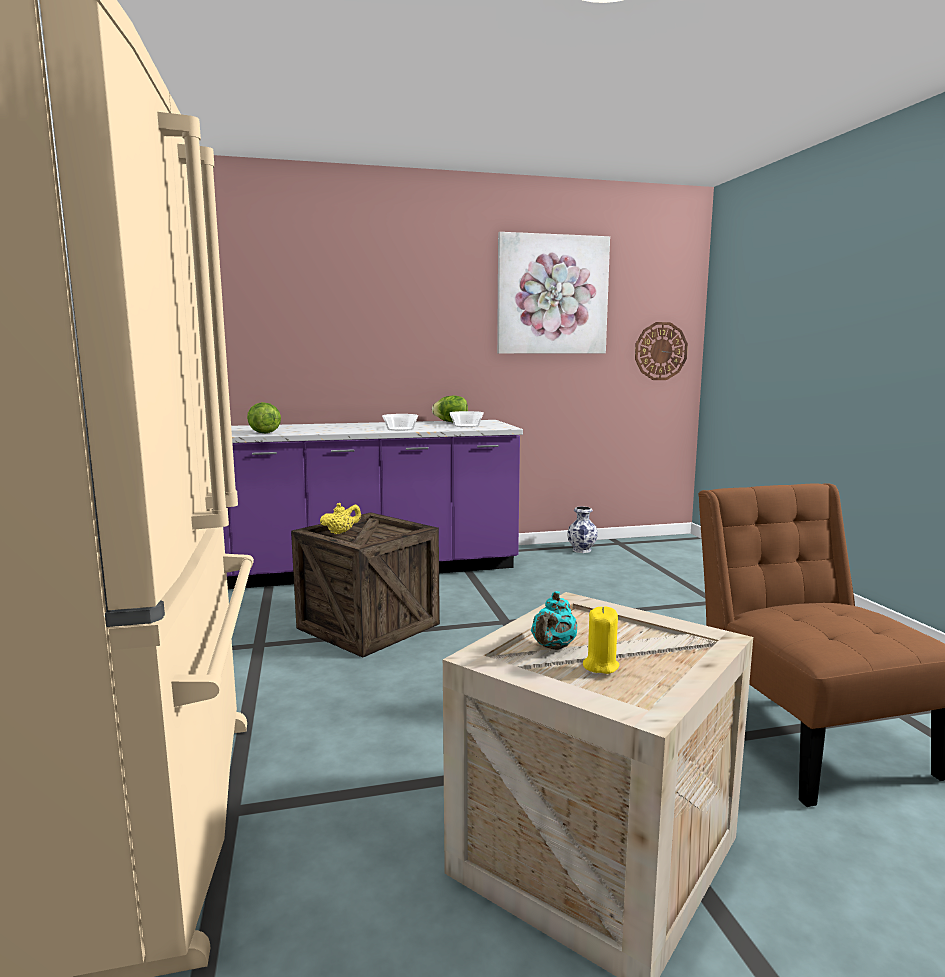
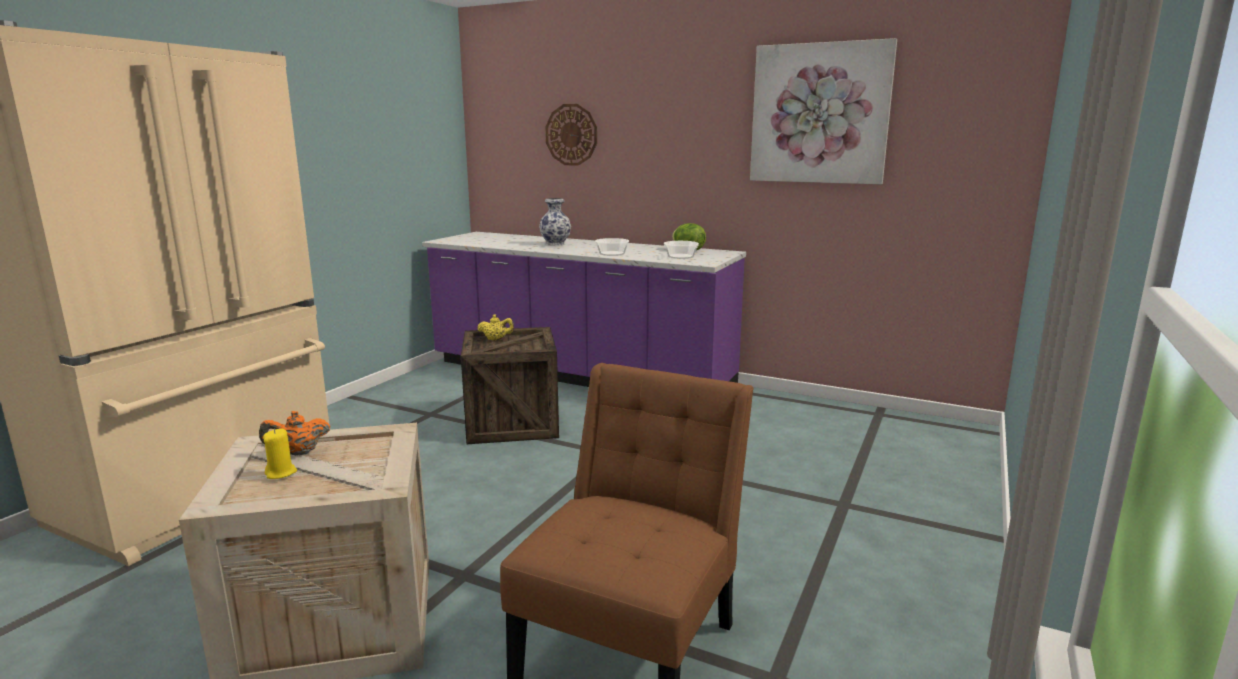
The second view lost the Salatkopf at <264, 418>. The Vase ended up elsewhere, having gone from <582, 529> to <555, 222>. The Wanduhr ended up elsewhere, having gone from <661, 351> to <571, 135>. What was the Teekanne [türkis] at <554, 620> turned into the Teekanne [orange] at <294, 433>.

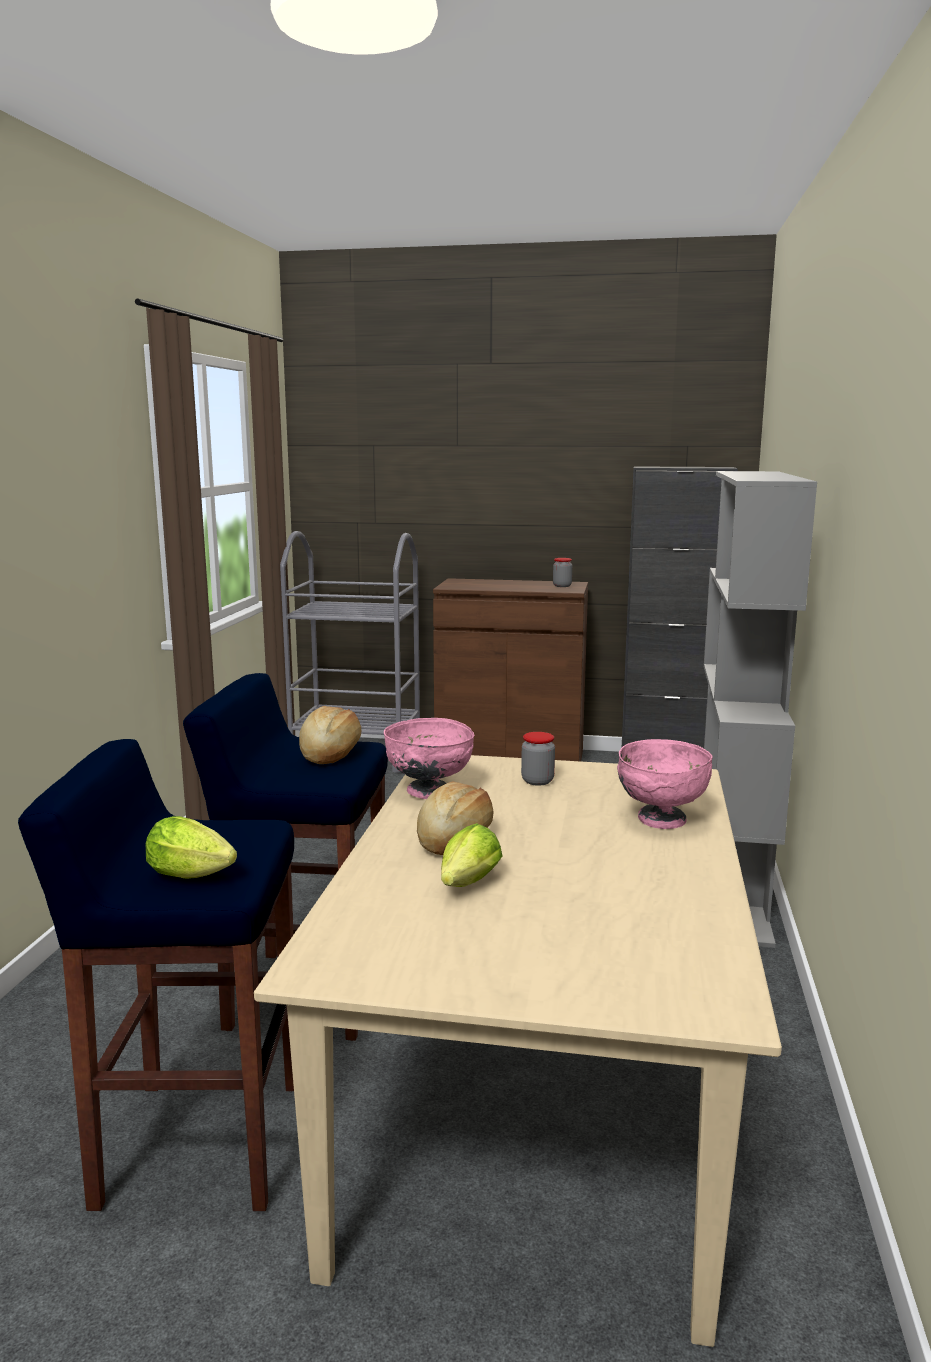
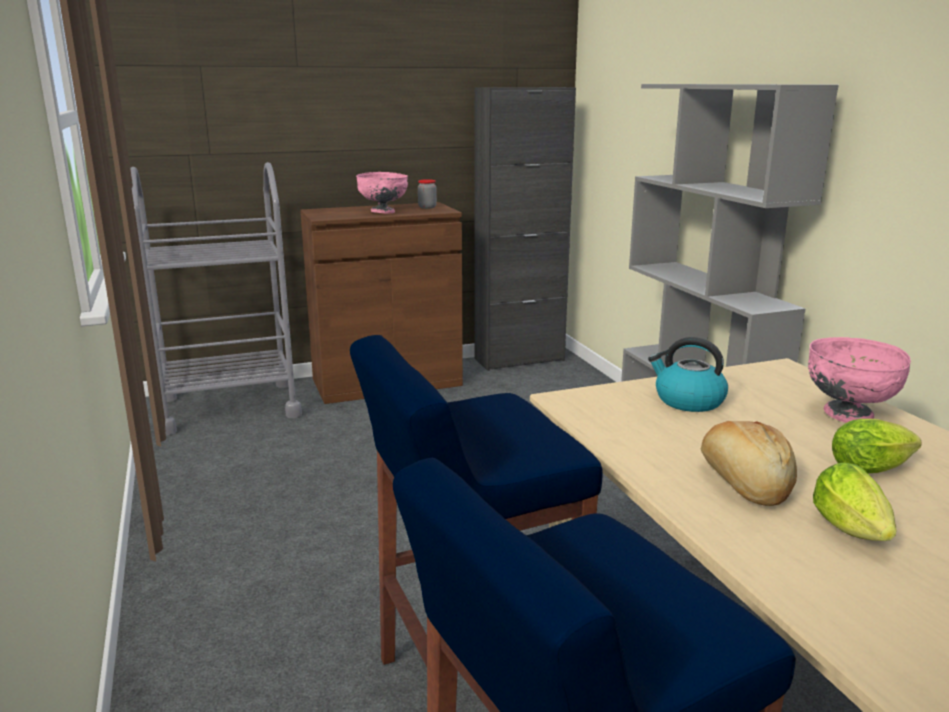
The second view lost the Brot at <330, 735>. The Salatkopf ended up elsewhere, having gone from <191, 847> to <877, 446>. The Schüssel [rosa] ended up elsewhere, having gone from <429, 758> to <382, 193>. Where the Vorratsglas stood at <538, 759>, the Wasserkessel came to stand at <688, 374>.

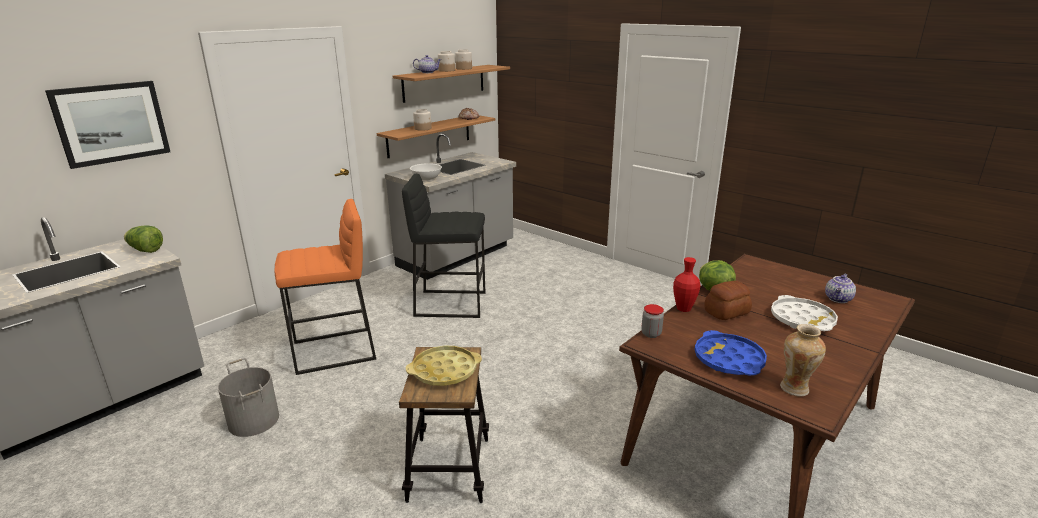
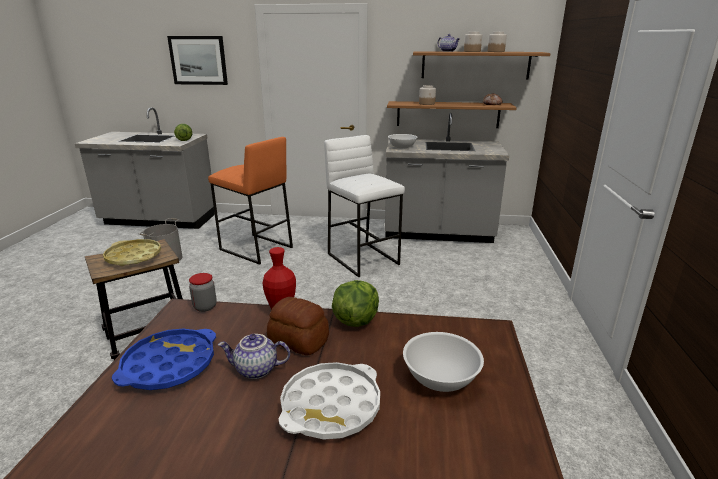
The second view lost the Vase at <803, 360>. The second view gained the Schüssel [weiß] at <443, 362>. The Teekanne ended up elsewhere, having gone from <840, 288> to <254, 356>. What was the Hocker [schwarz] at <443, 246> turned into the Hocker [weiß] at <364, 206>.

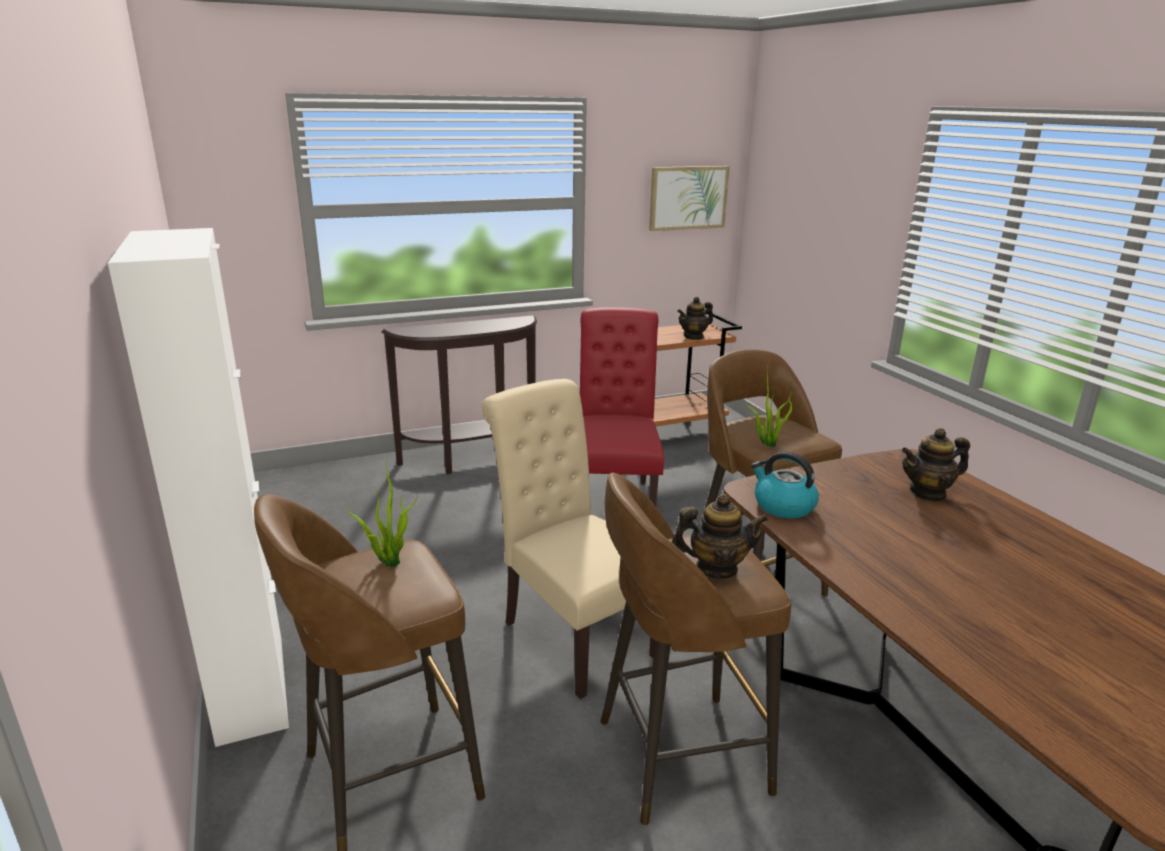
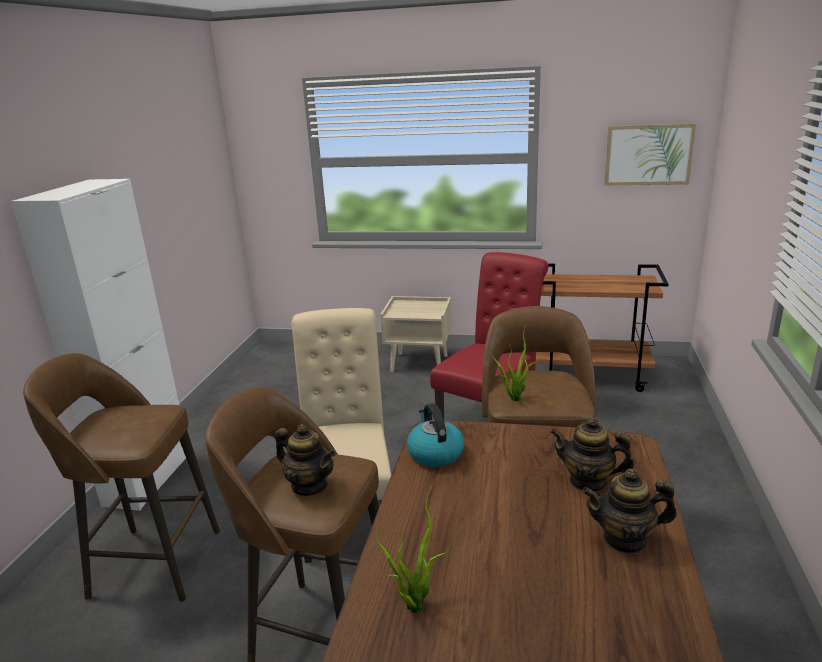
The Topfpflanze ended up elsewhere, having gone from <382, 511> to <413, 549>. The Teekanne ended up elsewhere, having gone from <695, 318> to <629, 511>. Where the Konsolentisch [braun] stood at <459, 394>, the Nachttisch [beige] came to stand at <416, 334>.

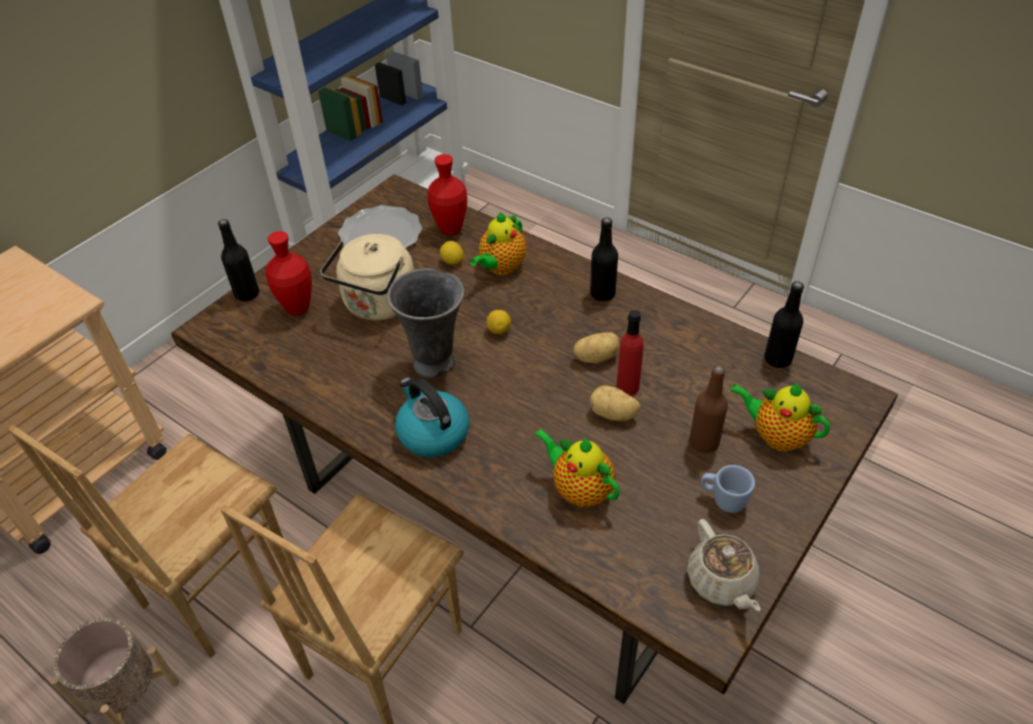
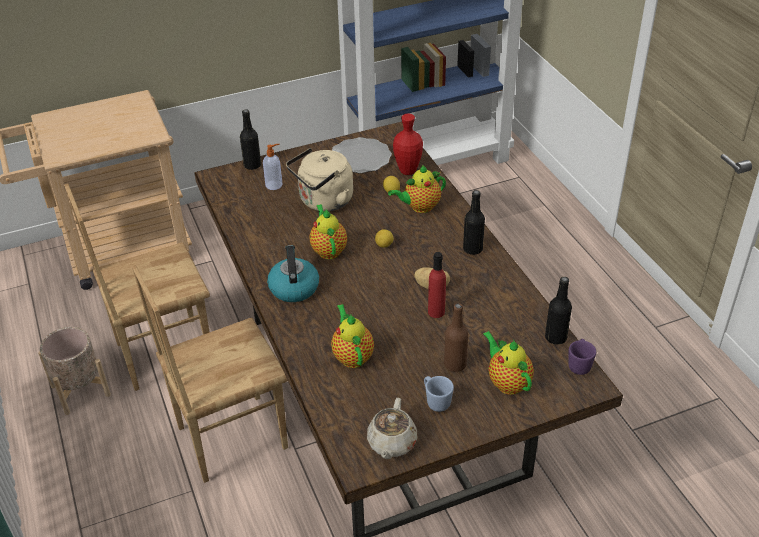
The second view lost the Kartoffel at <614, 403>. The second view gained the Henkelbecher [lila] at <582, 357>. Where the Vase [rot] stood at <288, 273>, the Seifenspender came to stand at <273, 167>. Where the Vase [grau] stood at <426, 323>, the Teekanne came to stand at <328, 231>.

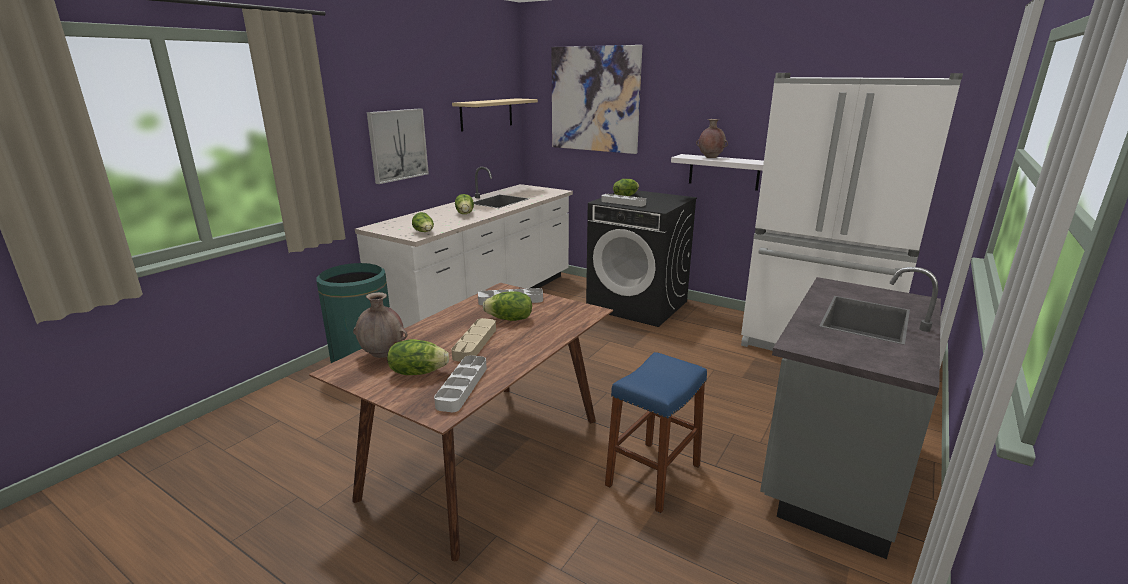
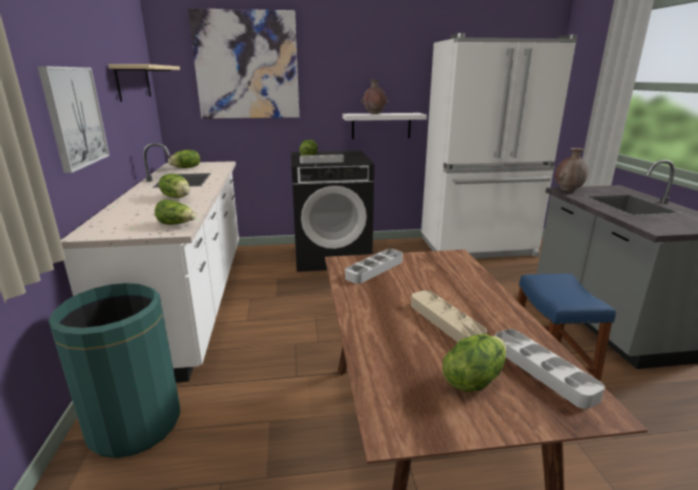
The Vase [braun] ended up elsewhere, having gone from <380, 325> to <572, 169>. The Salatkopf ended up elsewhere, having gone from <507, 306> to <184, 159>.

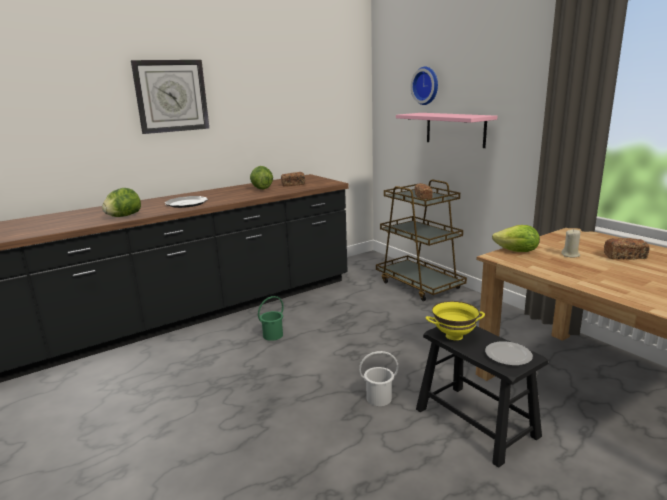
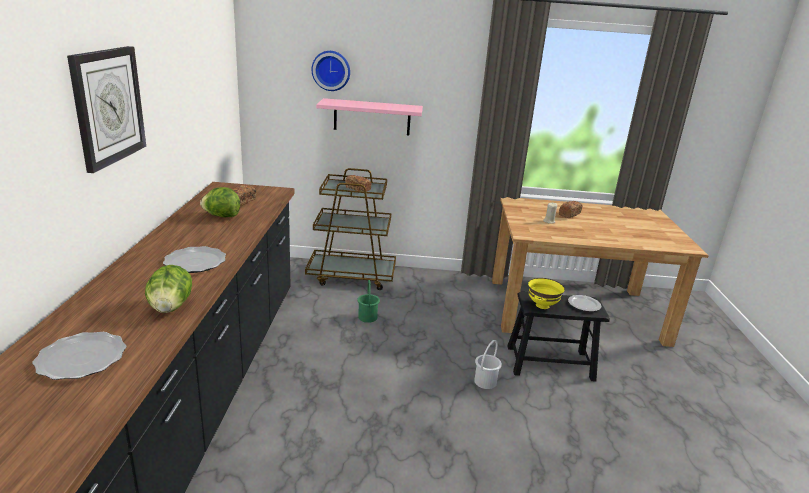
The second view lost the Salatkopf at <516, 238>. The second view gained the Teller at <79, 356>. The Eimer [grün] ended up elsewhere, having gone from <271, 318> to <368, 301>.

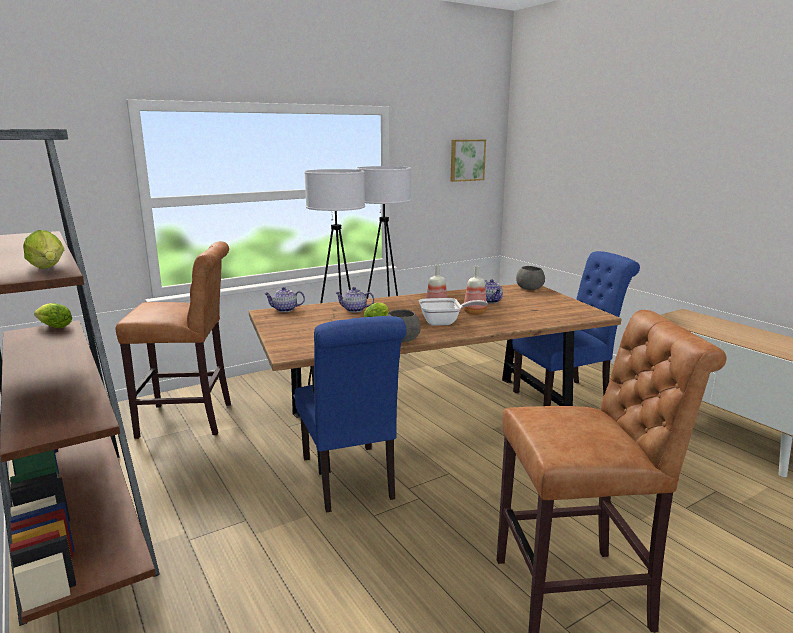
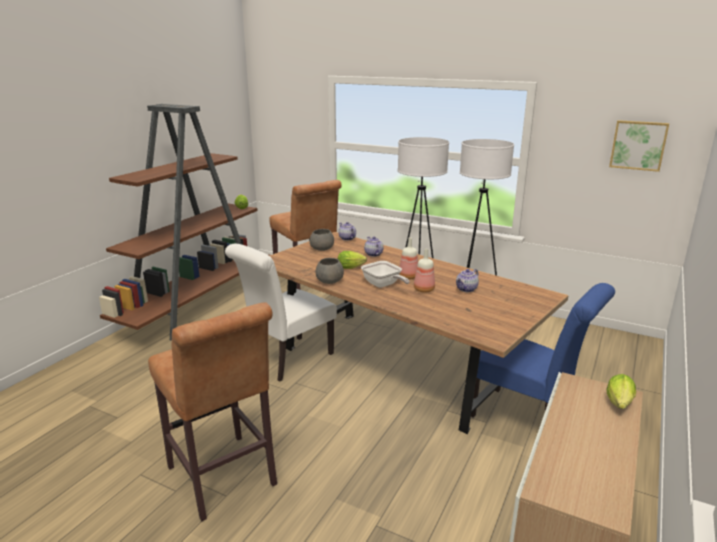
The Salatkopf ended up elsewhere, having gone from <43, 249> to <621, 391>. The Schüssel [grau] ended up elsewhere, having gone from <530, 278> to <322, 240>. What was the Stuhl [blau] at <350, 414> turned into the Stuhl [weiß] at <281, 313>.

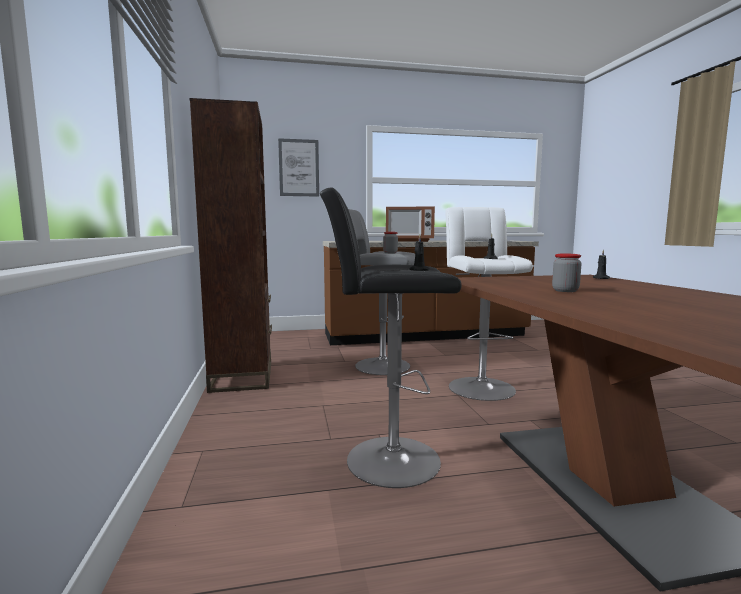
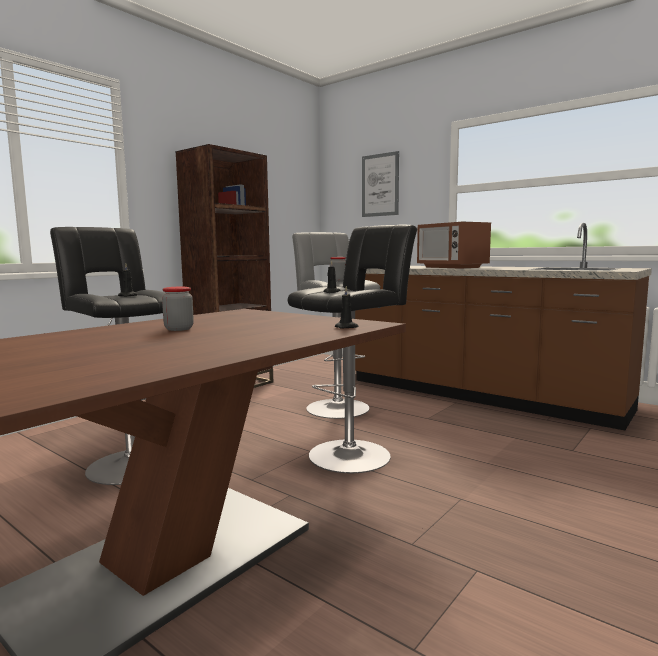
What was the Hocker [weiß] at <489, 304> turned into the Hocker [schwarz] at <352, 349>.

